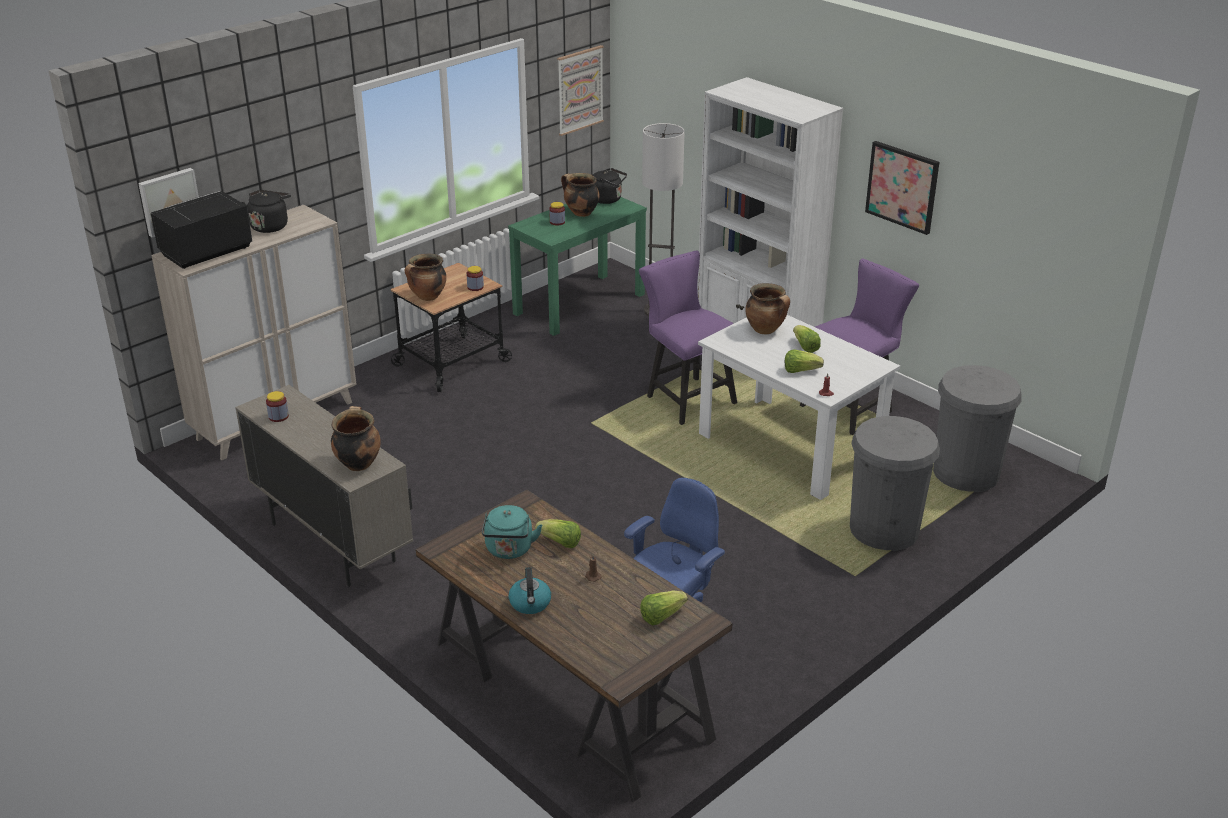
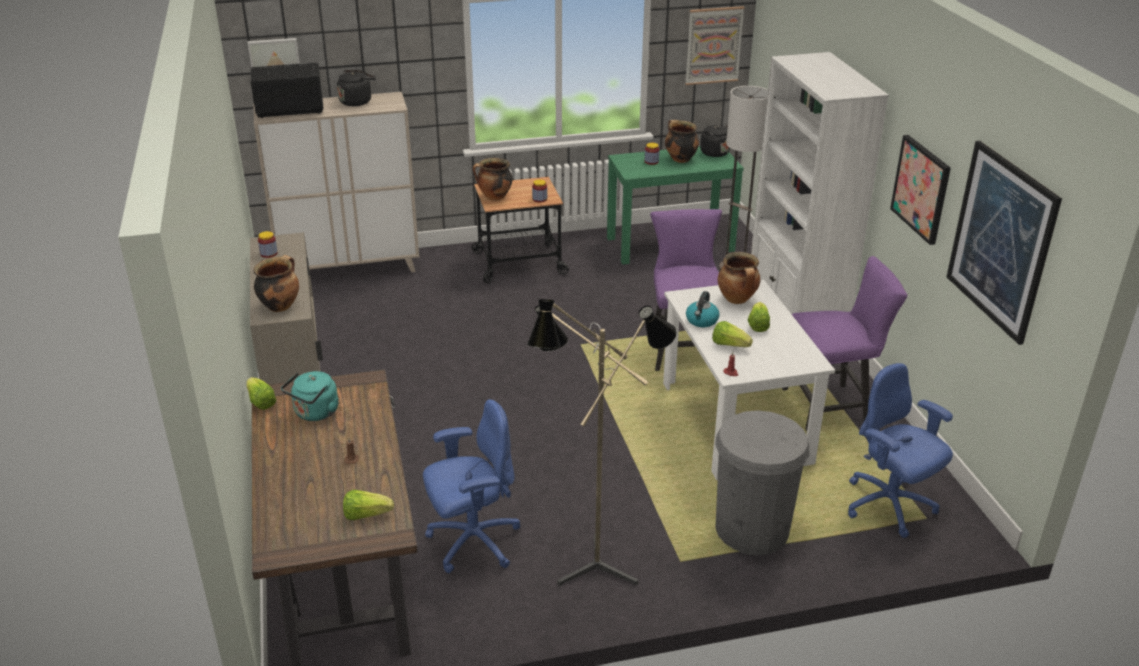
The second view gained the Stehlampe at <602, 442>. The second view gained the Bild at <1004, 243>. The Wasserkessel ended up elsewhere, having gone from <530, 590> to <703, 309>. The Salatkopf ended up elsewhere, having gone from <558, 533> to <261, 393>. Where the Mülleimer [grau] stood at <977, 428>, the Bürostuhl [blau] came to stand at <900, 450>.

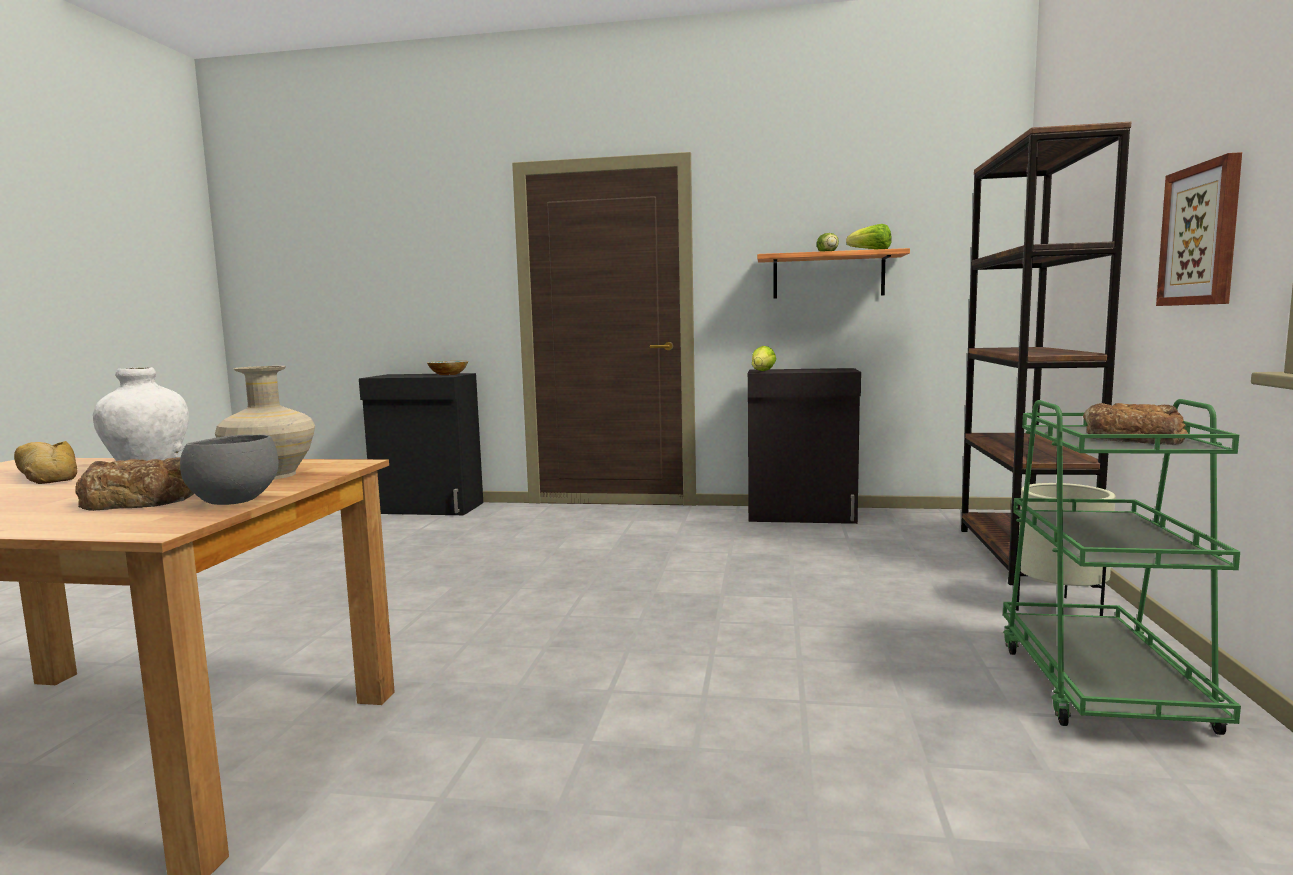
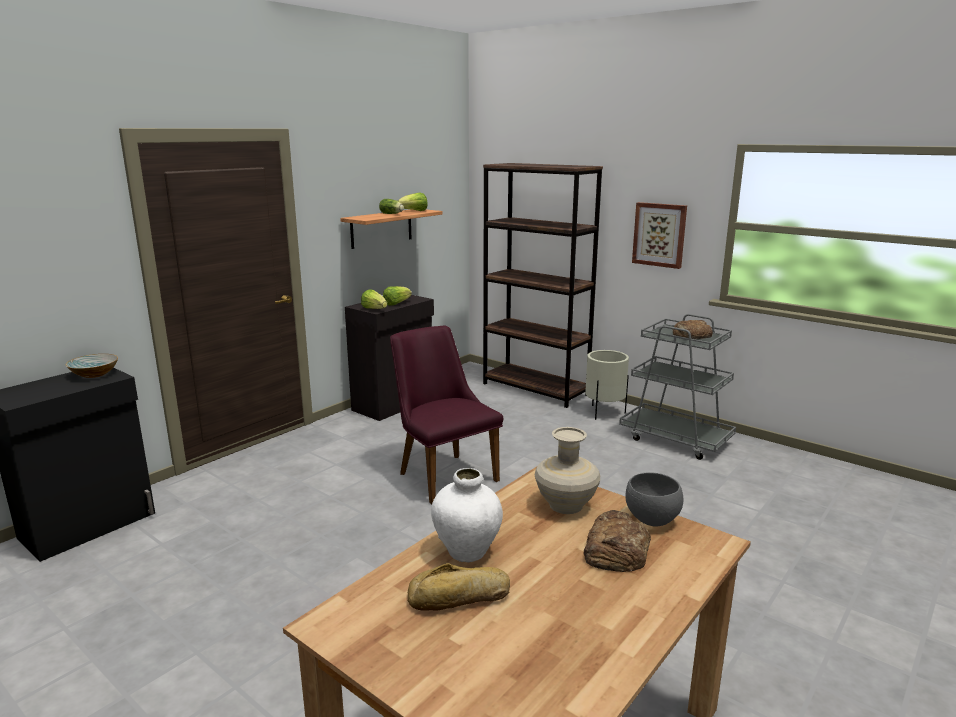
The second view gained the Salatkopf at <397, 296>. The second view gained the Stuhl [lila] at <446, 415>. What was the Rollwagen [grün] at <1122, 567> turned into the Rollwagen [grau] at <677, 387>.

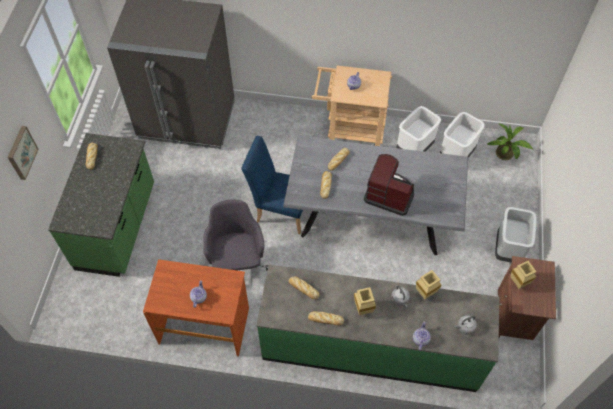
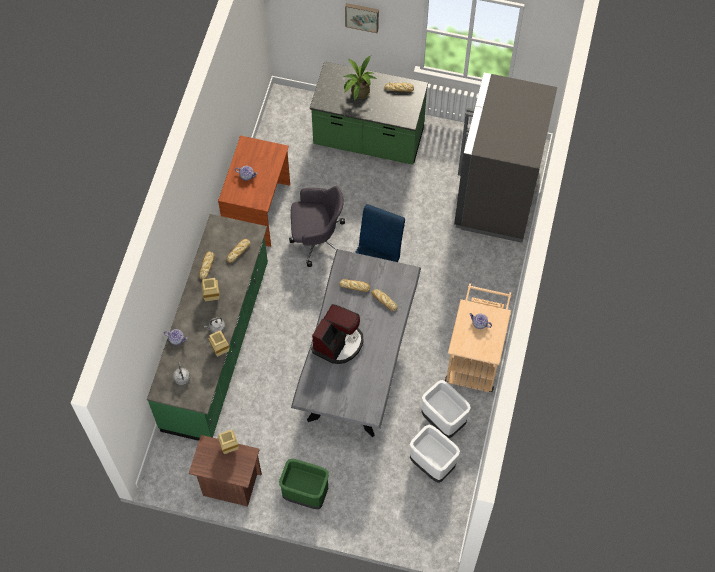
The Topfpflanze ended up elsewhere, having gone from <510, 142> to <360, 78>. What was the Mülleimer [grau] at <516, 235> turned into the Mülleimer [grün] at <304, 484>.

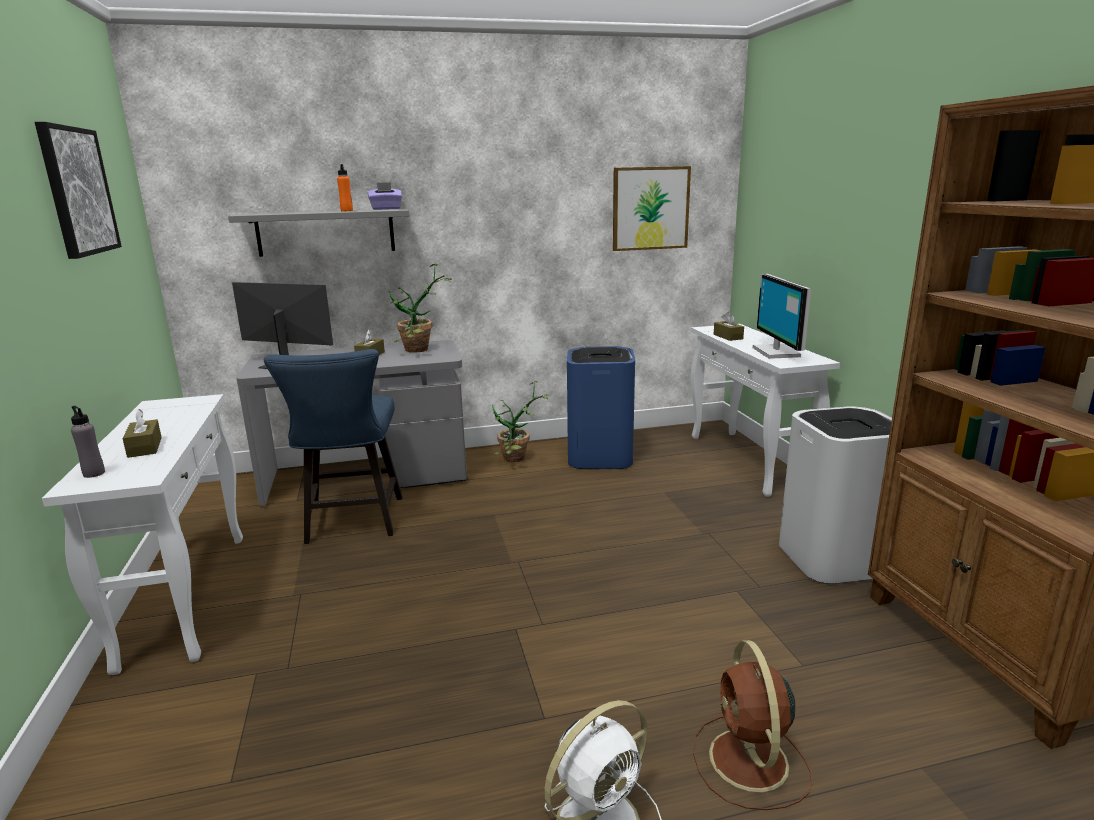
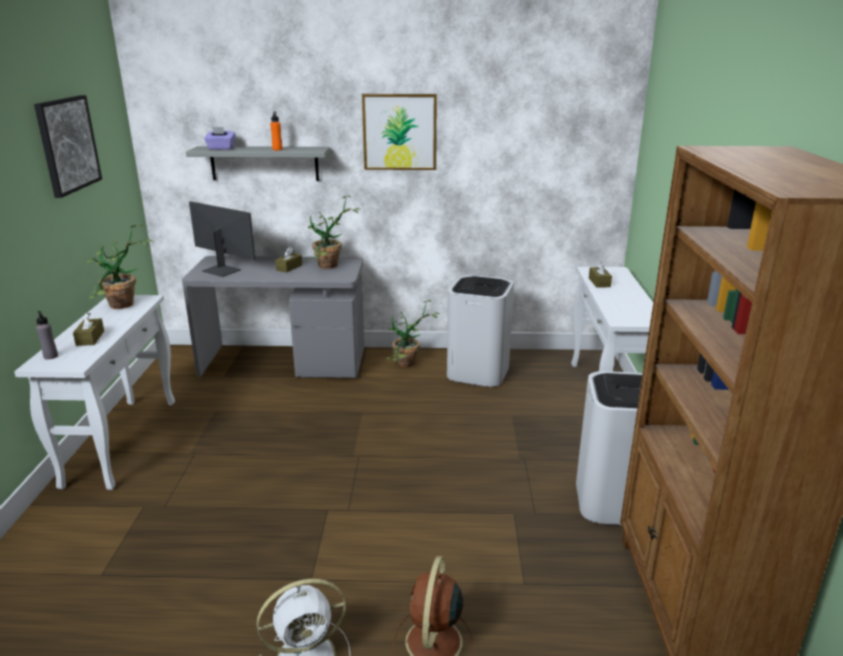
The second view lost the Stuhl [blau] at <333, 446>. The second view lost the Monitor at <782, 316>. The second view gained the Topfpflanze at <120, 266>. The Taschentuchbox [lila] ended up elsewhere, having gone from <385, 196> to <220, 138>. The Bild ended up elsewhere, having gone from <652, 208> to <399, 132>. What was the Mülleimer [blau] at <601, 407> turned into the Mülleimer [weiß] at <480, 331>.

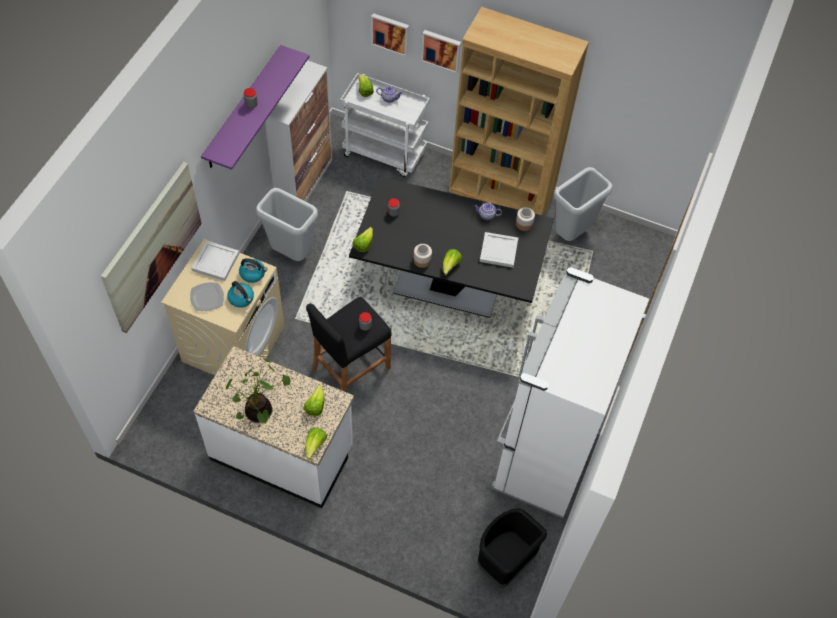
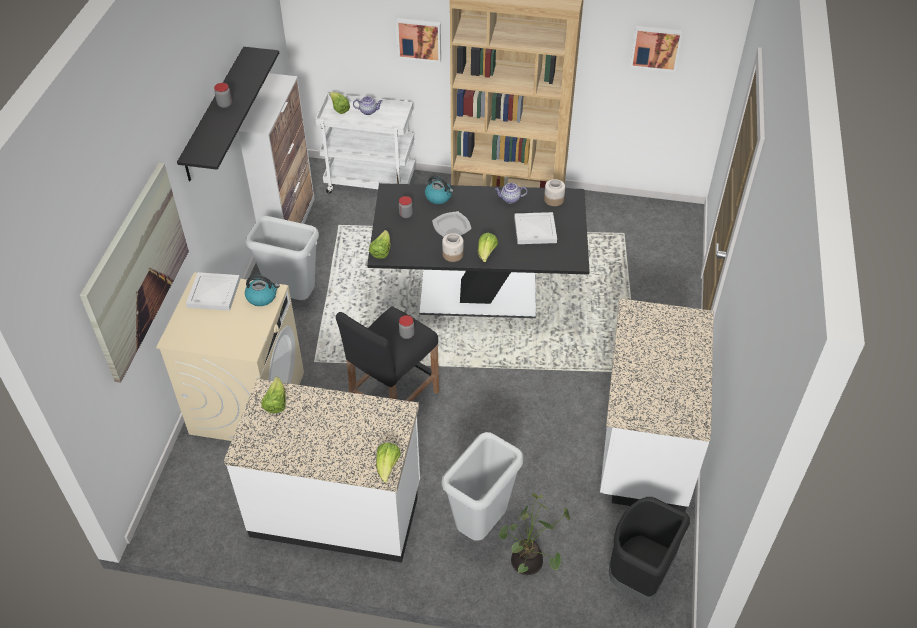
The Teller ended up elsewhere, having gone from <207, 297> to <451, 224>. The Topfpflanze ended up elsewhere, having gone from <258, 391> to <534, 534>. The Wasserkessel ended up elsewhere, having gone from <240, 294> to <439, 189>. The Salatkopf ended up elsewhere, having gone from <314, 400> to <273, 395>. The Bild ended up elsewhere, having gone from <390, 35> to <656, 49>. The Mülleimer [grau] ended up elsewhere, having gone from <583, 204> to <483, 486>. Where the Kühlschrank [weiß] stood at <570, 392>, the Küchenzeile [weiß] came to stand at <656, 405>. What was the Wandregal [lila] at <255, 107> turned into the Wandregal [schwarz] at <228, 114>.

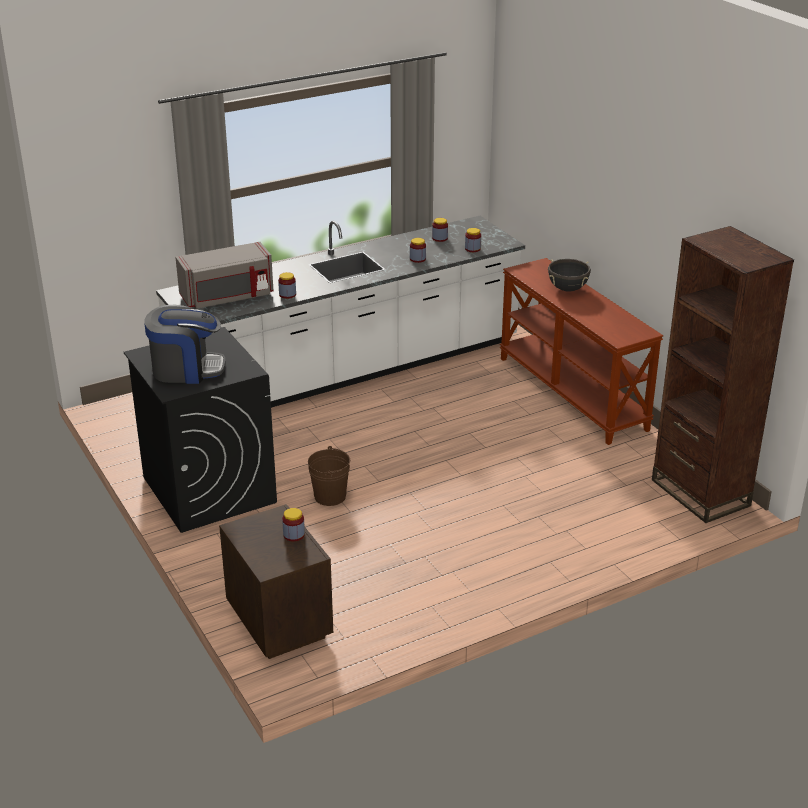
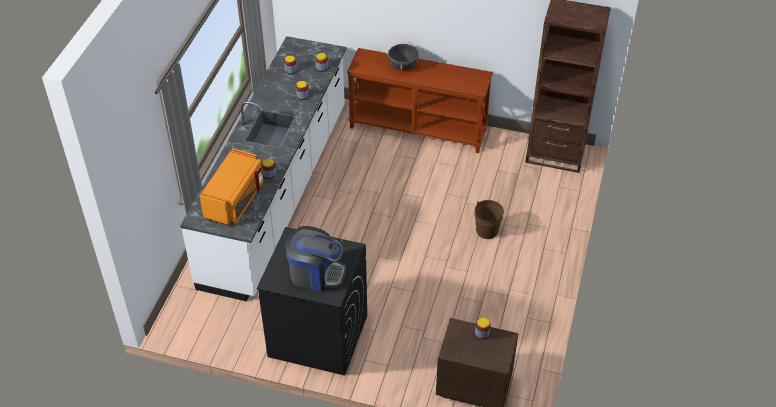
The Eimer [braun] ended up elsewhere, having gone from <329, 476> to <489, 219>. What was the Mikrowelle [grau] at <224, 275> turned into the Mikrowelle [orange] at <231, 187>. The Kaffeemaschine at <184, 344> ended up facing another way, 60 degrees clockwise from before.

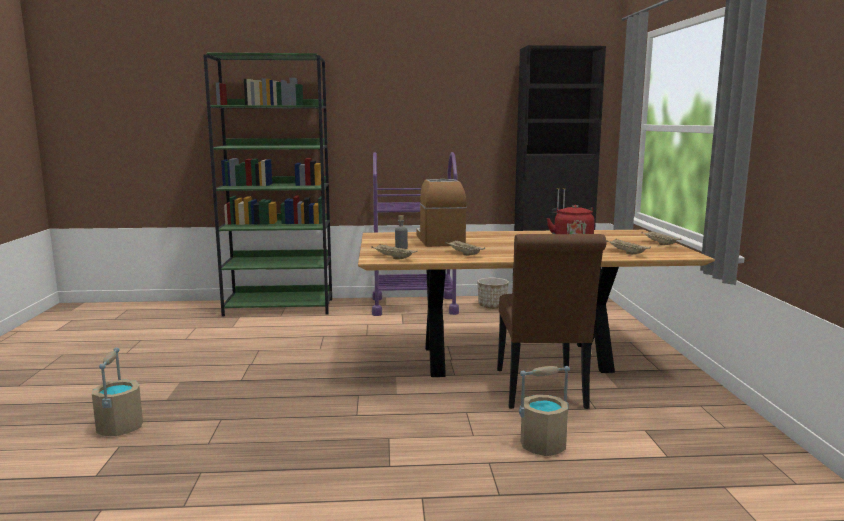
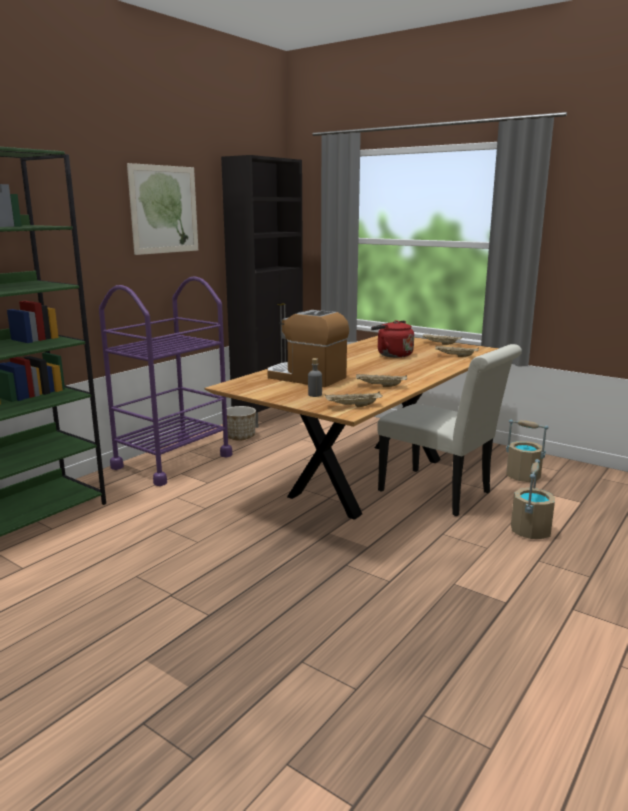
The second view gained the Bild at <162, 209>. The Eimer [beige] ended up elsewhere, having gone from <117, 391> to <527, 451>. What was the Stuhl [braun] at <551, 321> turned into the Stuhl [weiß] at <449, 430>.

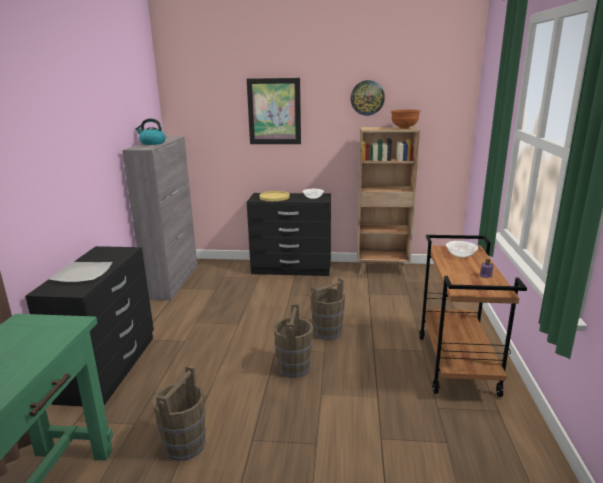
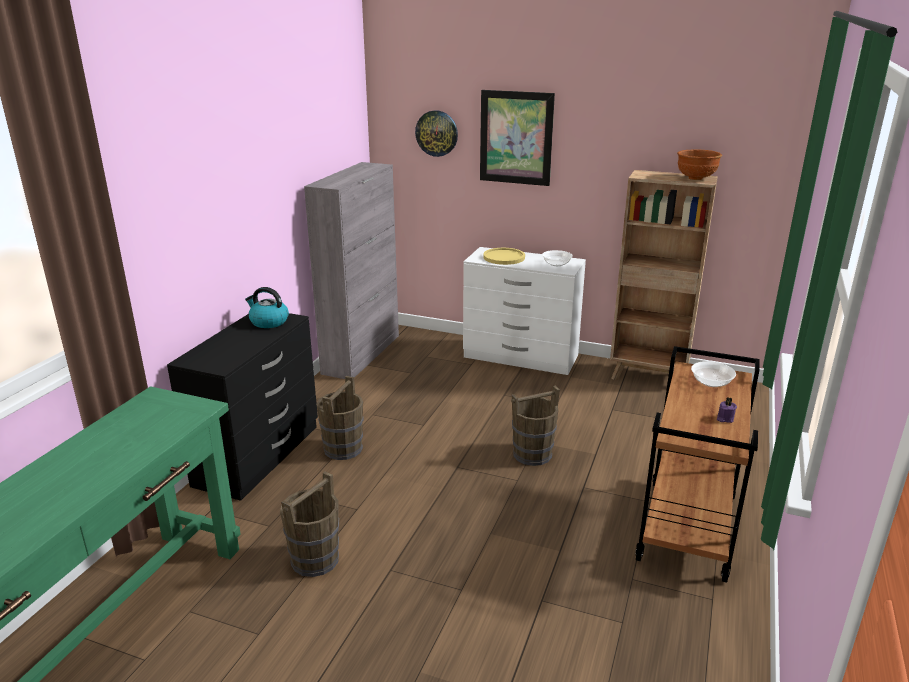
The second view lost the Teller at <81, 272>. The Wasserkessel ended up elsewhere, having gone from <150, 131> to <267, 307>. The Eimer [braun] ended up elsewhere, having gone from <293, 341> to <339, 418>. The Wanduhr ended up elsewhere, having gone from <368, 98> to <436, 133>. What was the Kommode [schwarz] at <289, 234> turned into the Kommode [weiß] at <524, 311>.

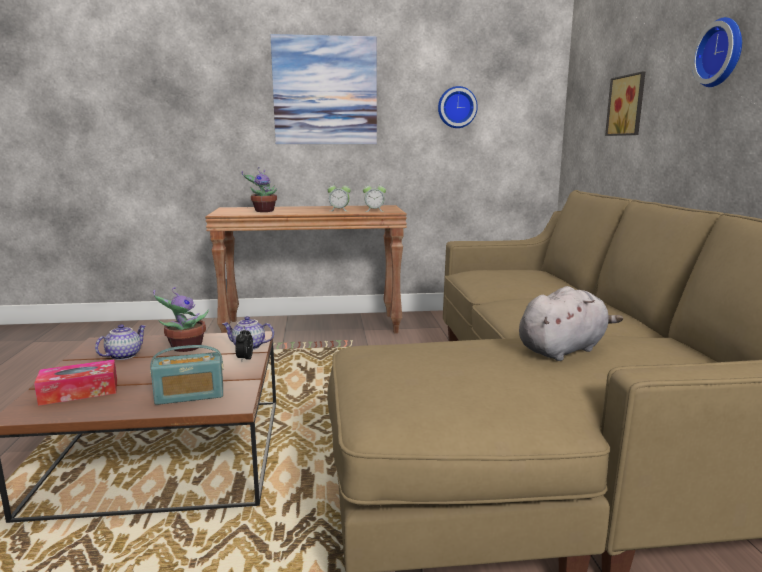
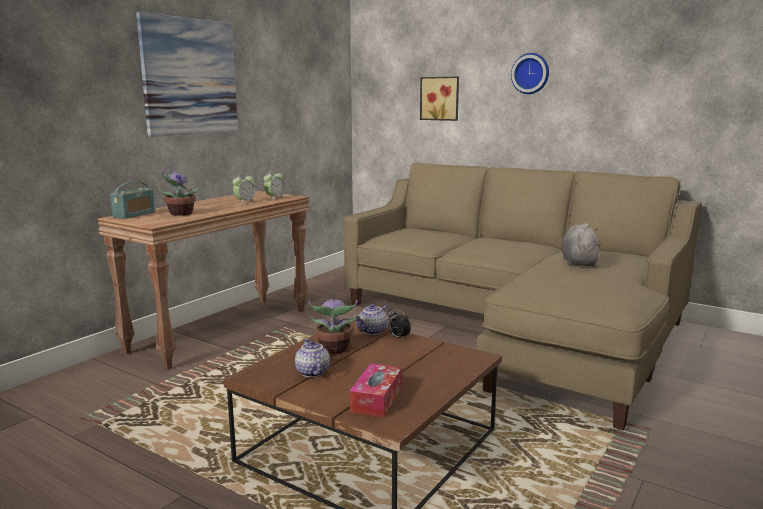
The second view lost the Wanduhr at <458, 107>. The Radio ended up elsewhere, having gone from <186, 375> to <132, 200>.

